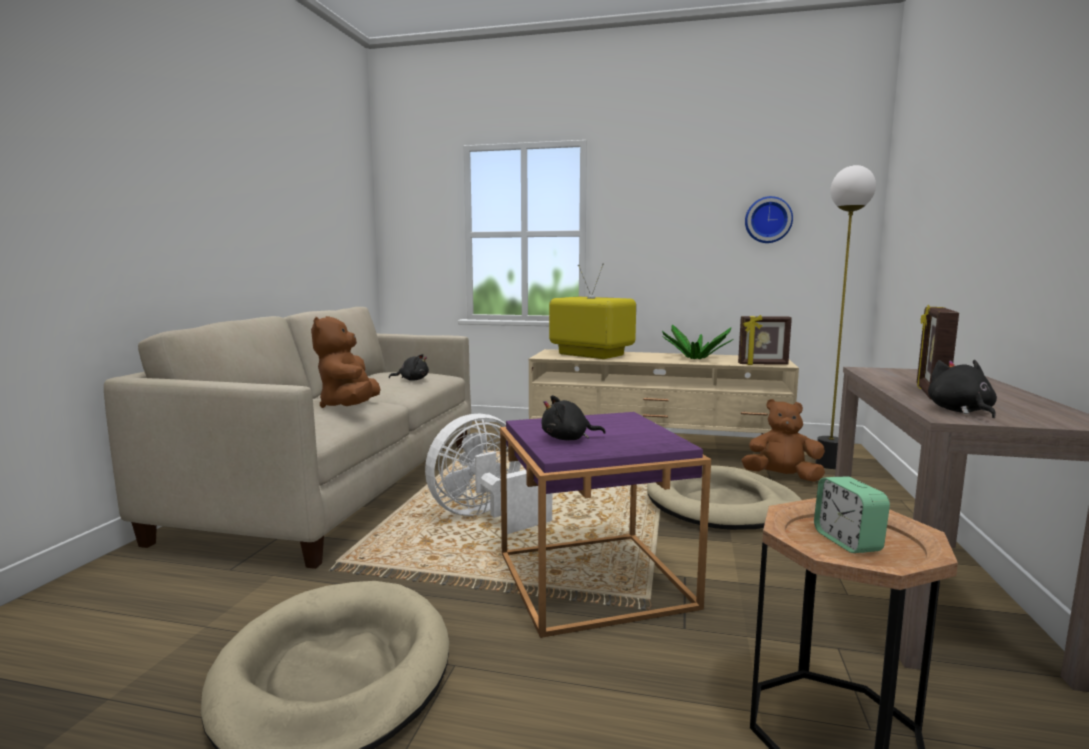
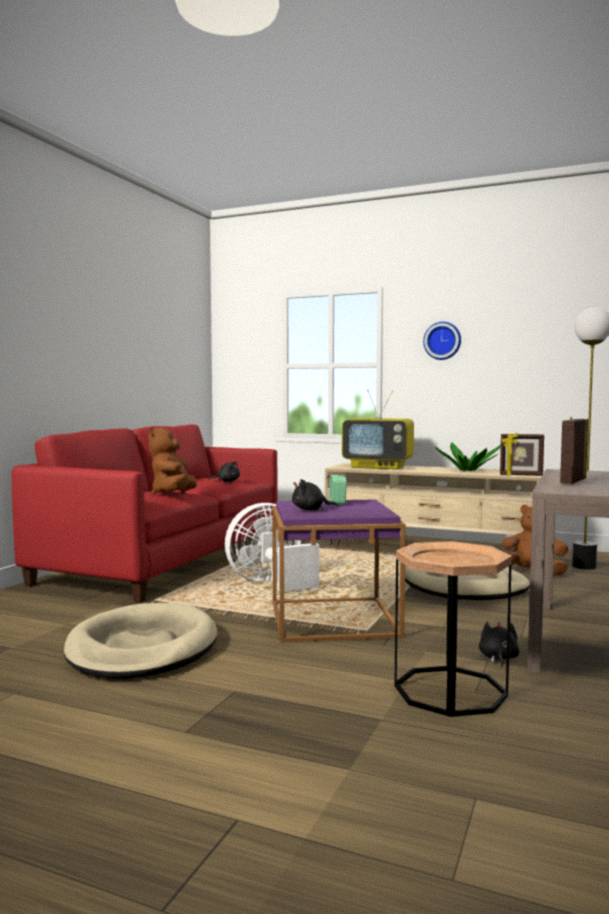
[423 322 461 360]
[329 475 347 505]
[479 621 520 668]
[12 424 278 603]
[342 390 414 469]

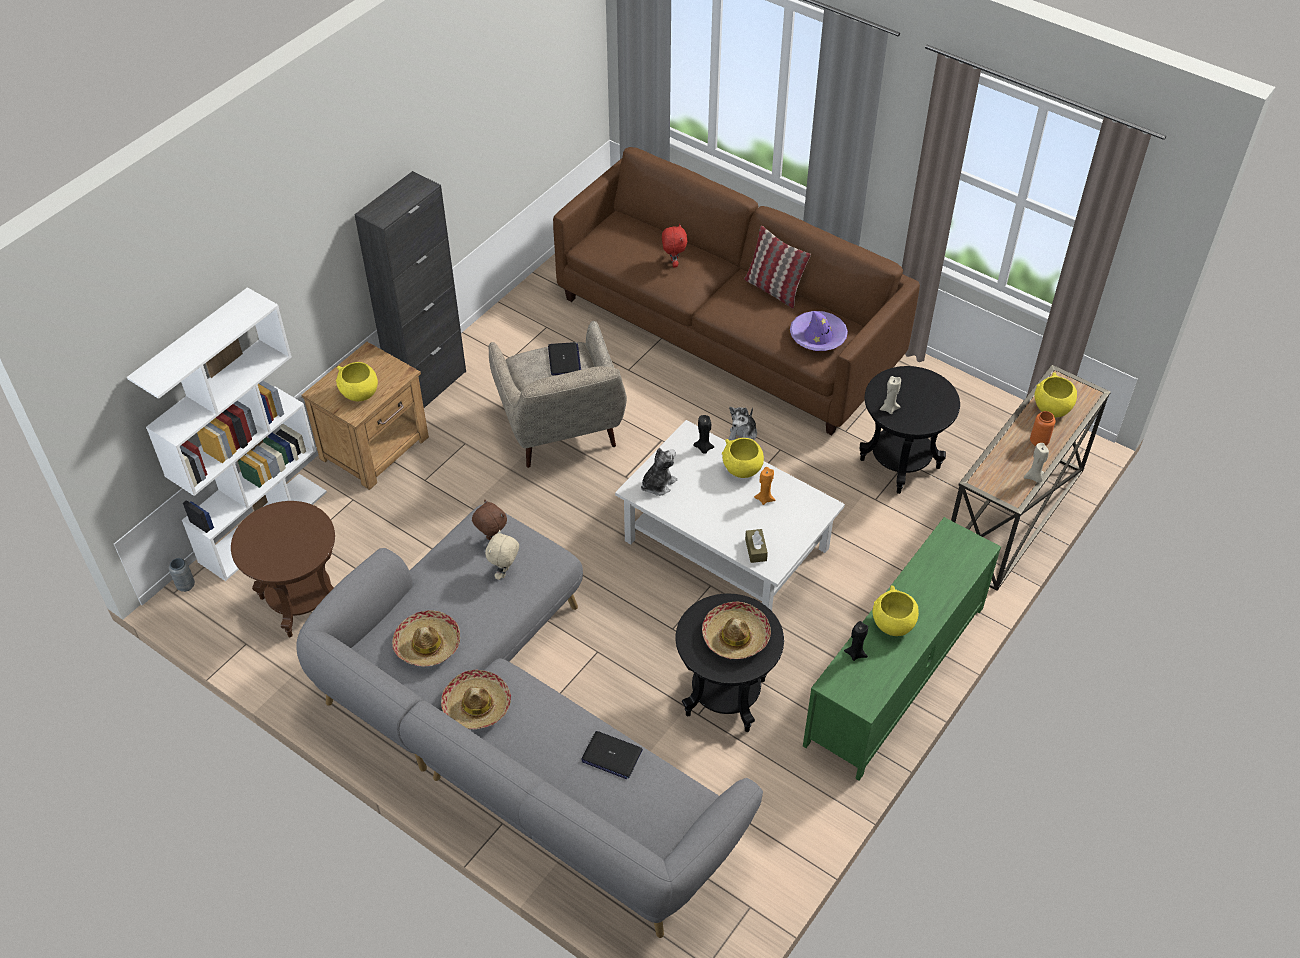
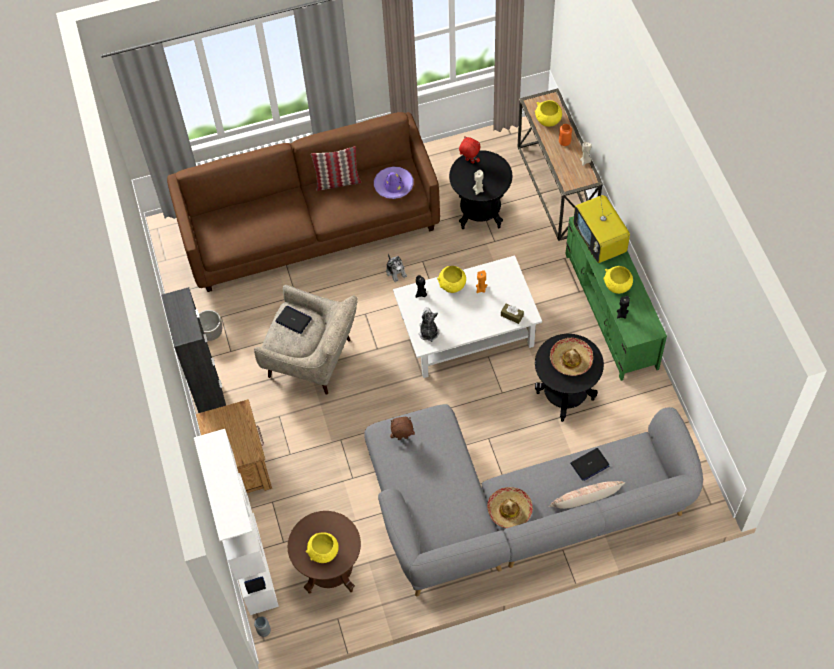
[392 610 460 667] (first image)
[485 530 519 580] (first image)
[199 310 222 341]
[549 481 625 509]
[573 195 630 263]
[306 532 339 563]
[459 136 480 163]

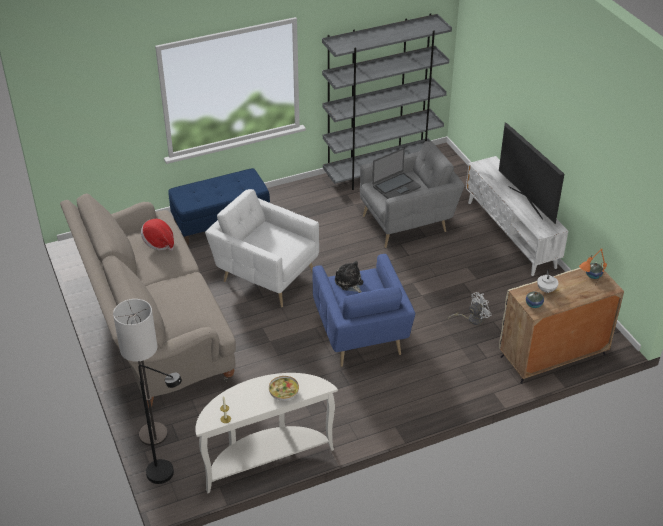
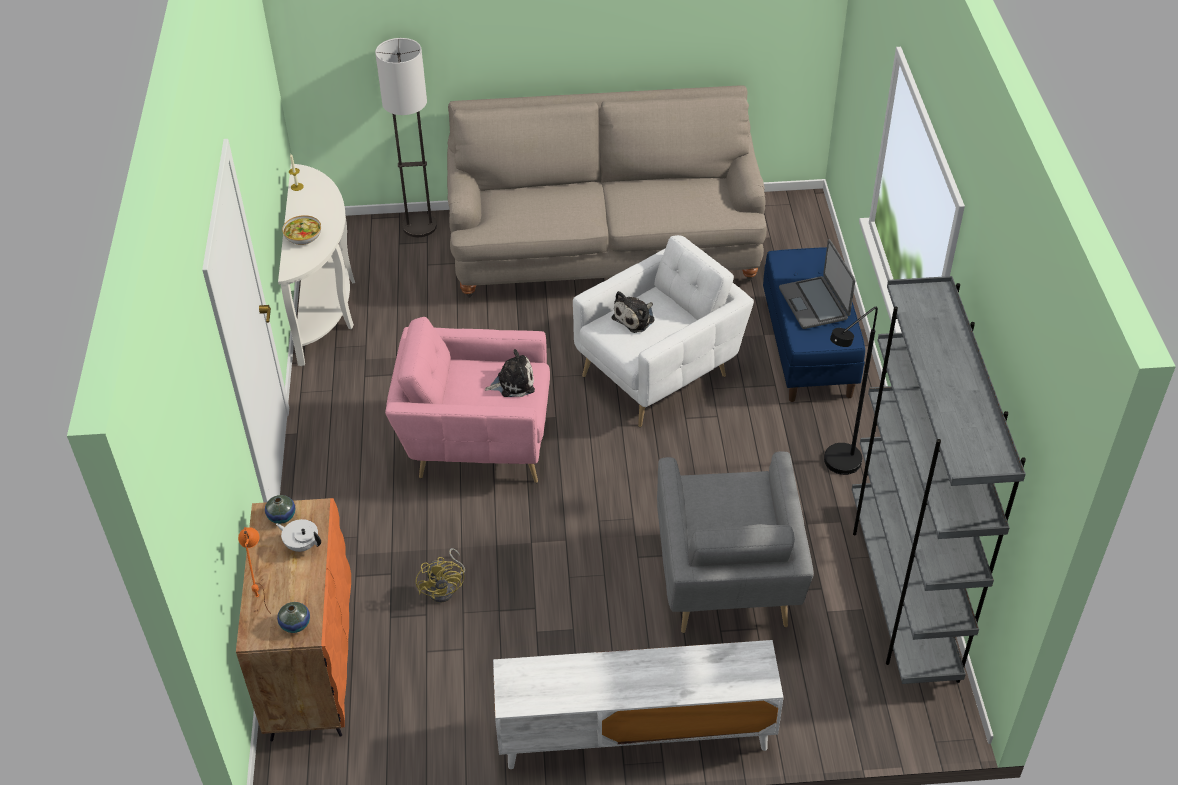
[141 219 174 251] (first image)
[499 122 564 224] (first image)
[611 291 655 333]
[824 307 878 475]
[779 239 856 329]
[385 317 550 483]
[415 548 465 603]
[236 498 351 742]

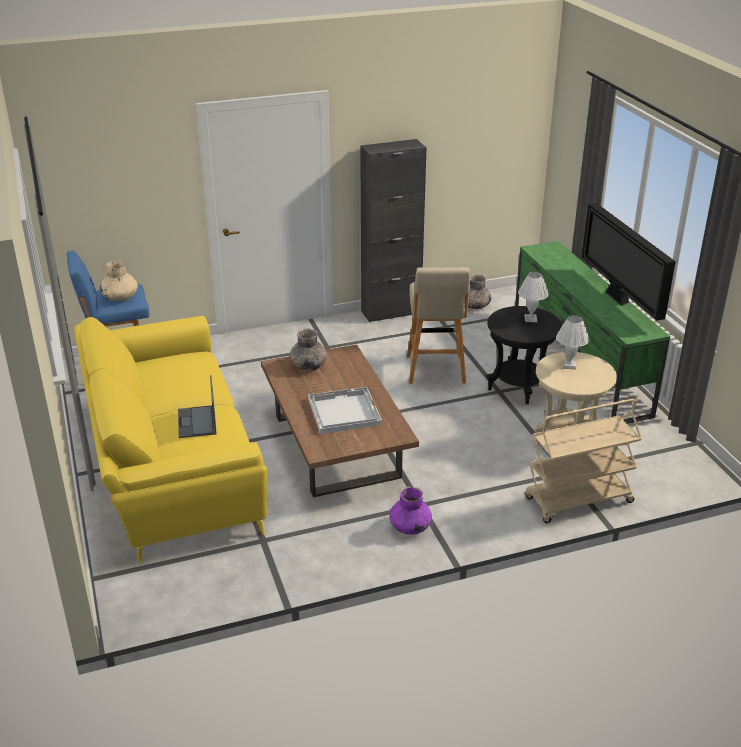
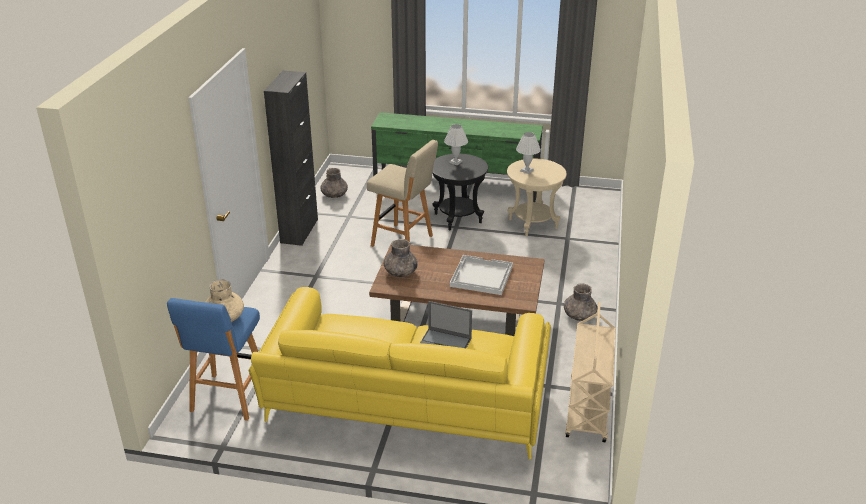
[582 203 676 321] (first image)
[565 302 616 442]
[564 283 597 321]

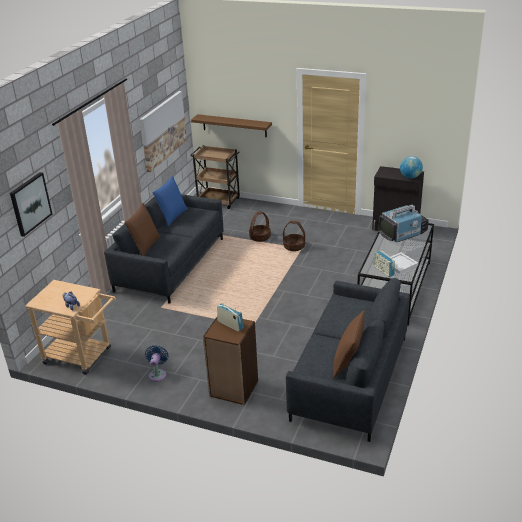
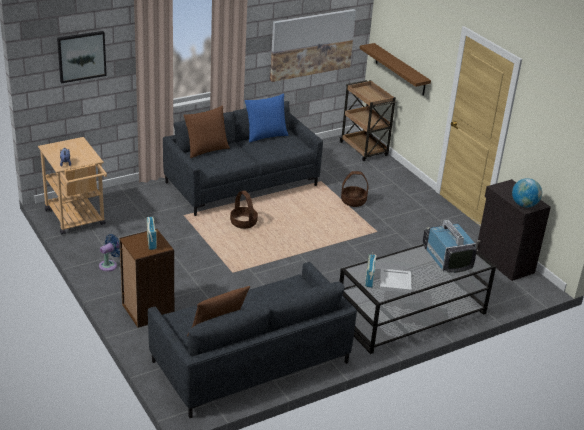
[230 190 258 229]
[422 220 477 273]

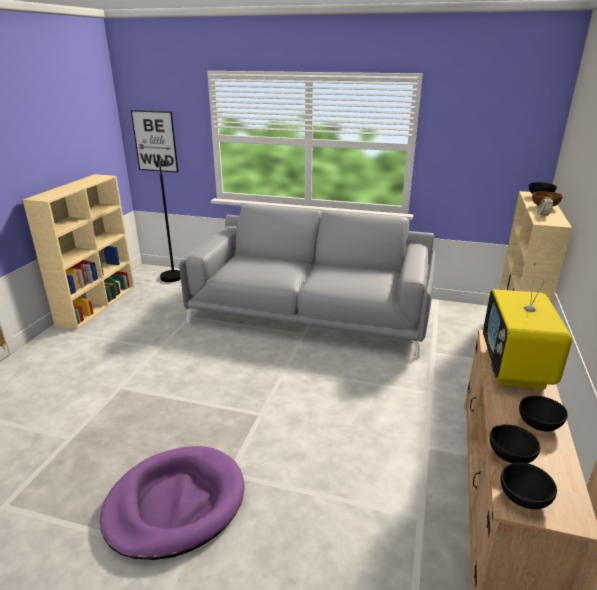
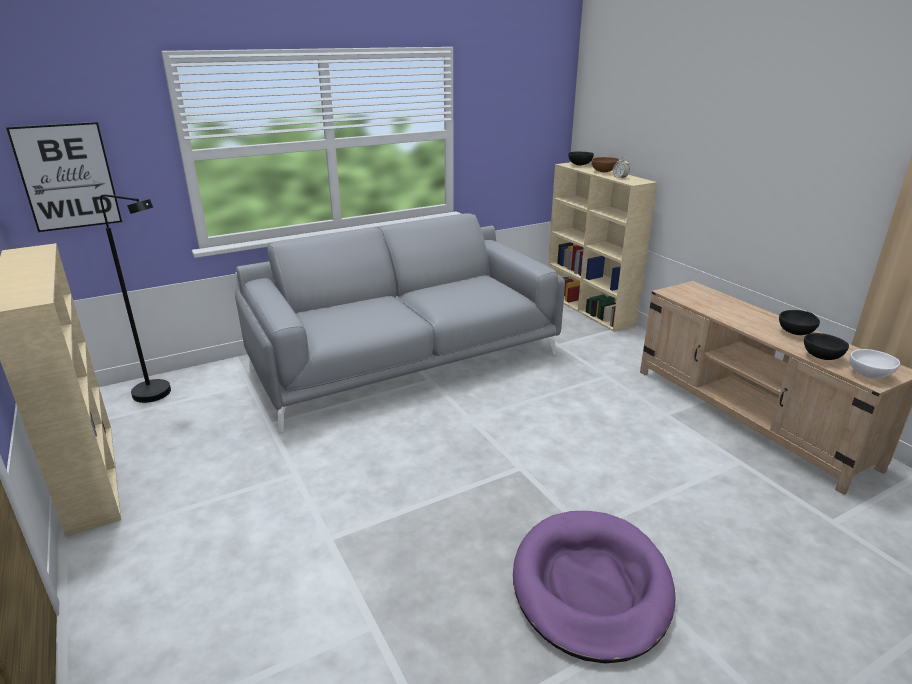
[483 263 572 389] (first image)
[850 349 900 379]

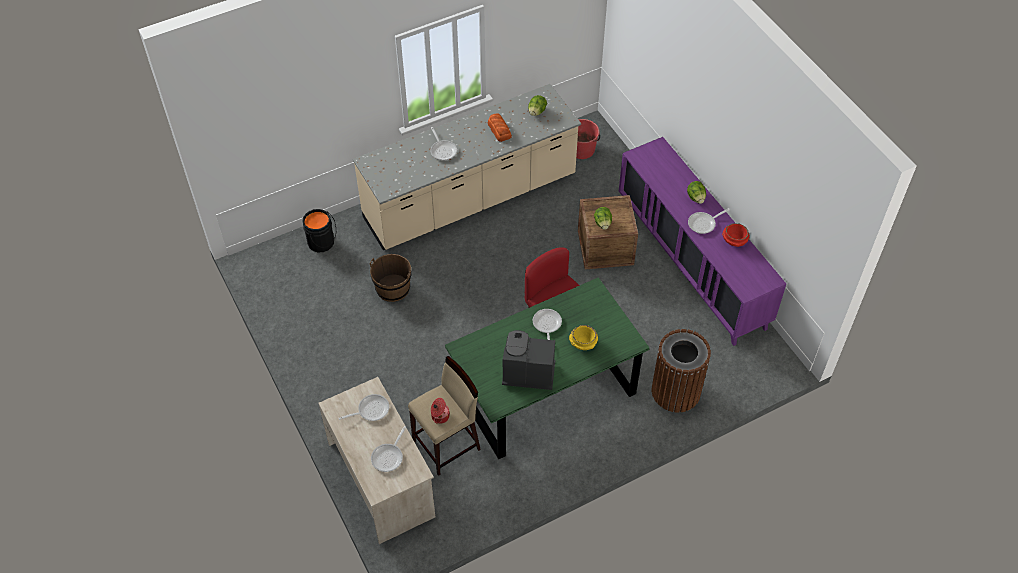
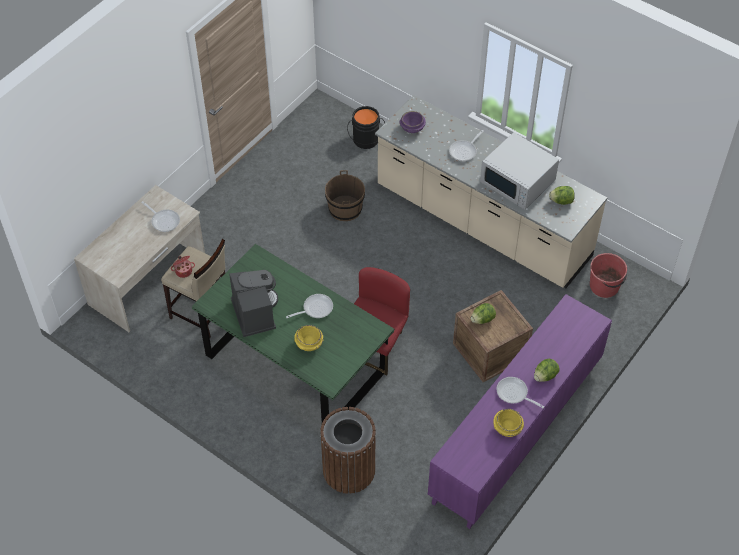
[371 426 406 472] (first image)
[400 111 426 133]
[480 132 559 210]
[493 409 524 437]

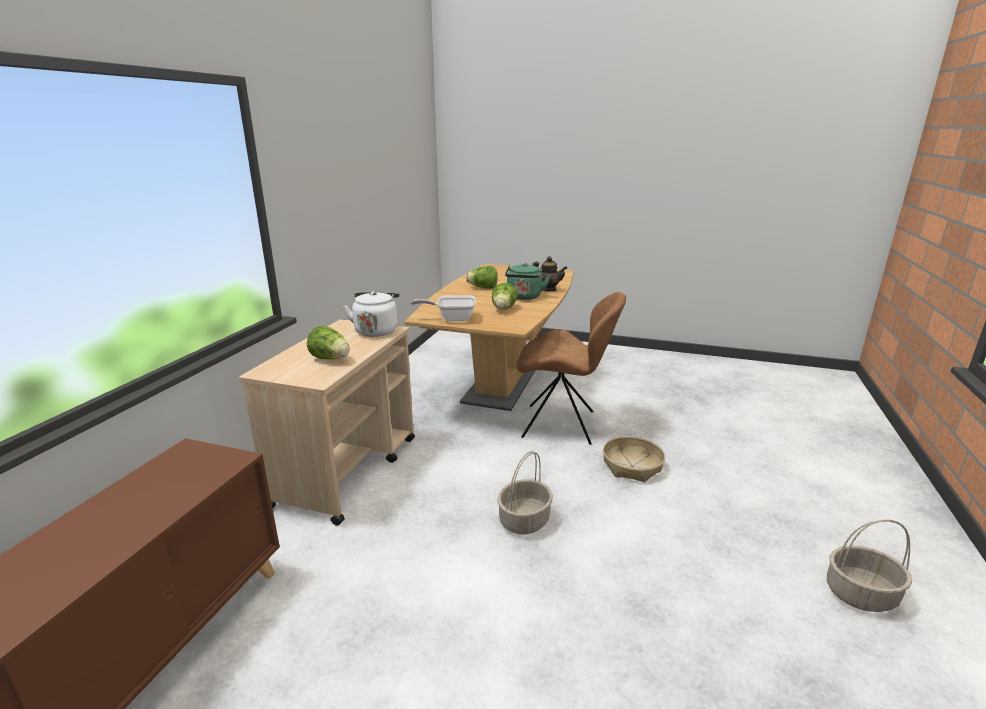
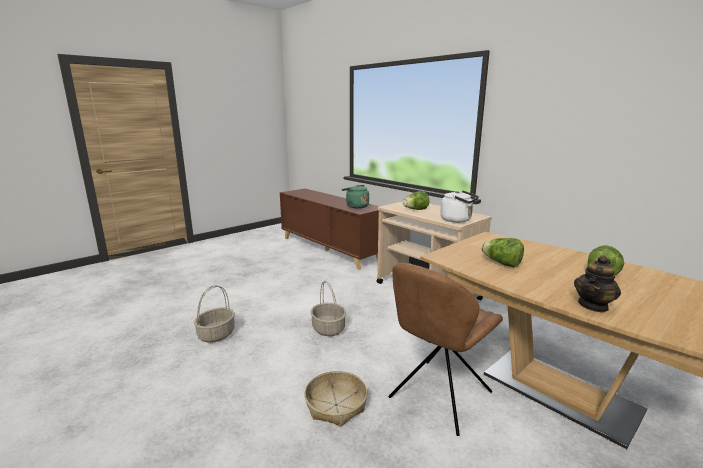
[410 295 475 322] (first image)
[342 185 369 209]
[194 285 235 343]

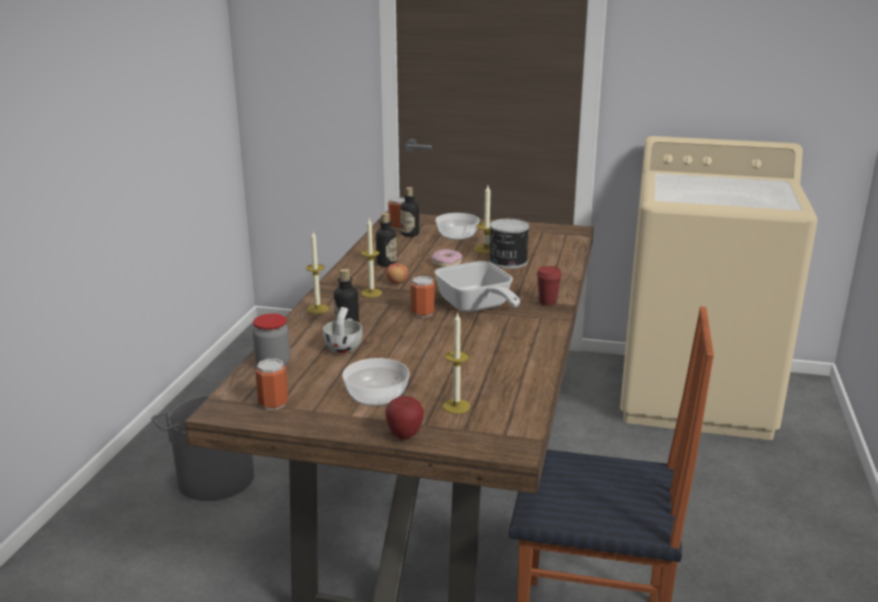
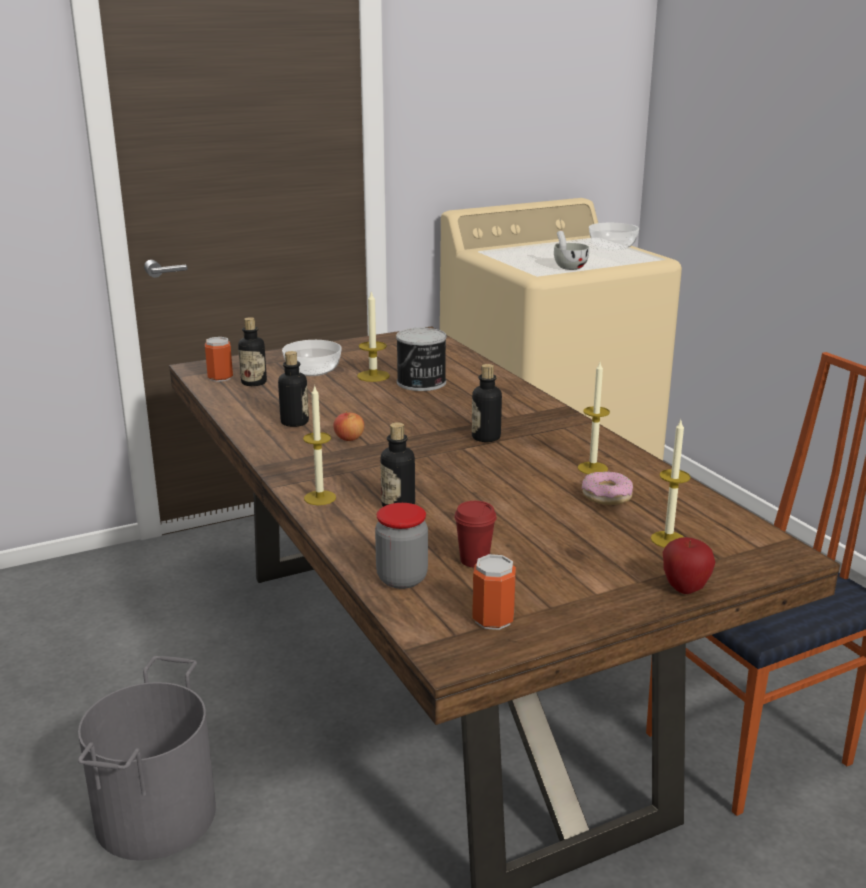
[411 276 435 317] (first image)
[554 231 589 270]
[589 223 639 250]
[578 362 610 474]
[582 472 633 505]
[454 501 497 568]
[472 364 502 442]

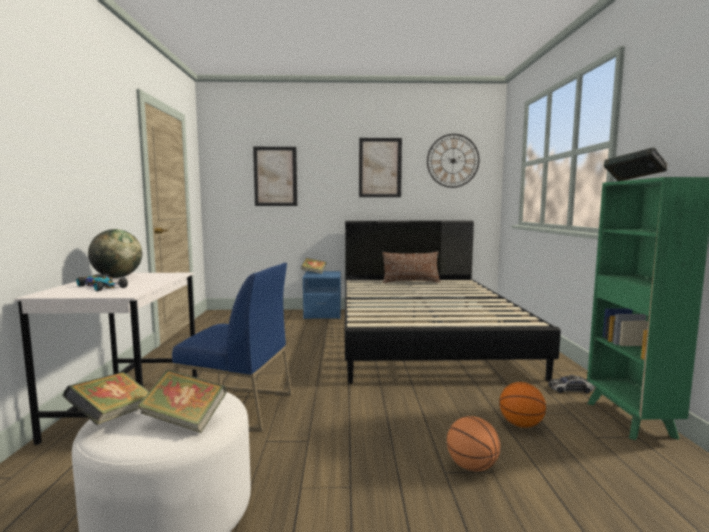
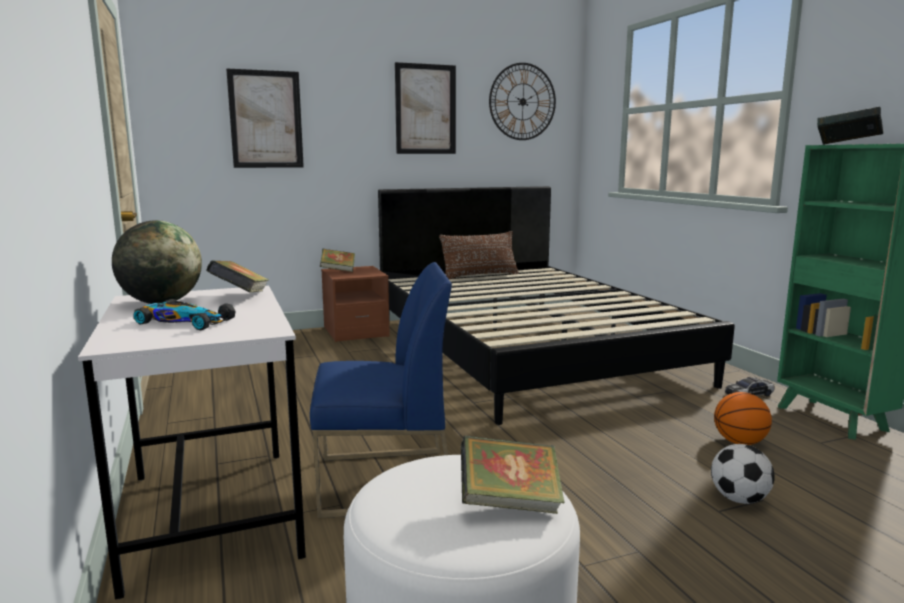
[206 260 269 293]
[711 444 775 504]
[321 266 390 342]

